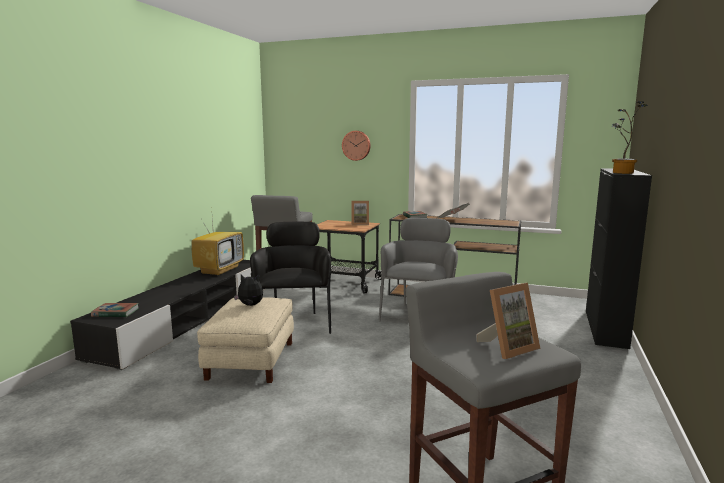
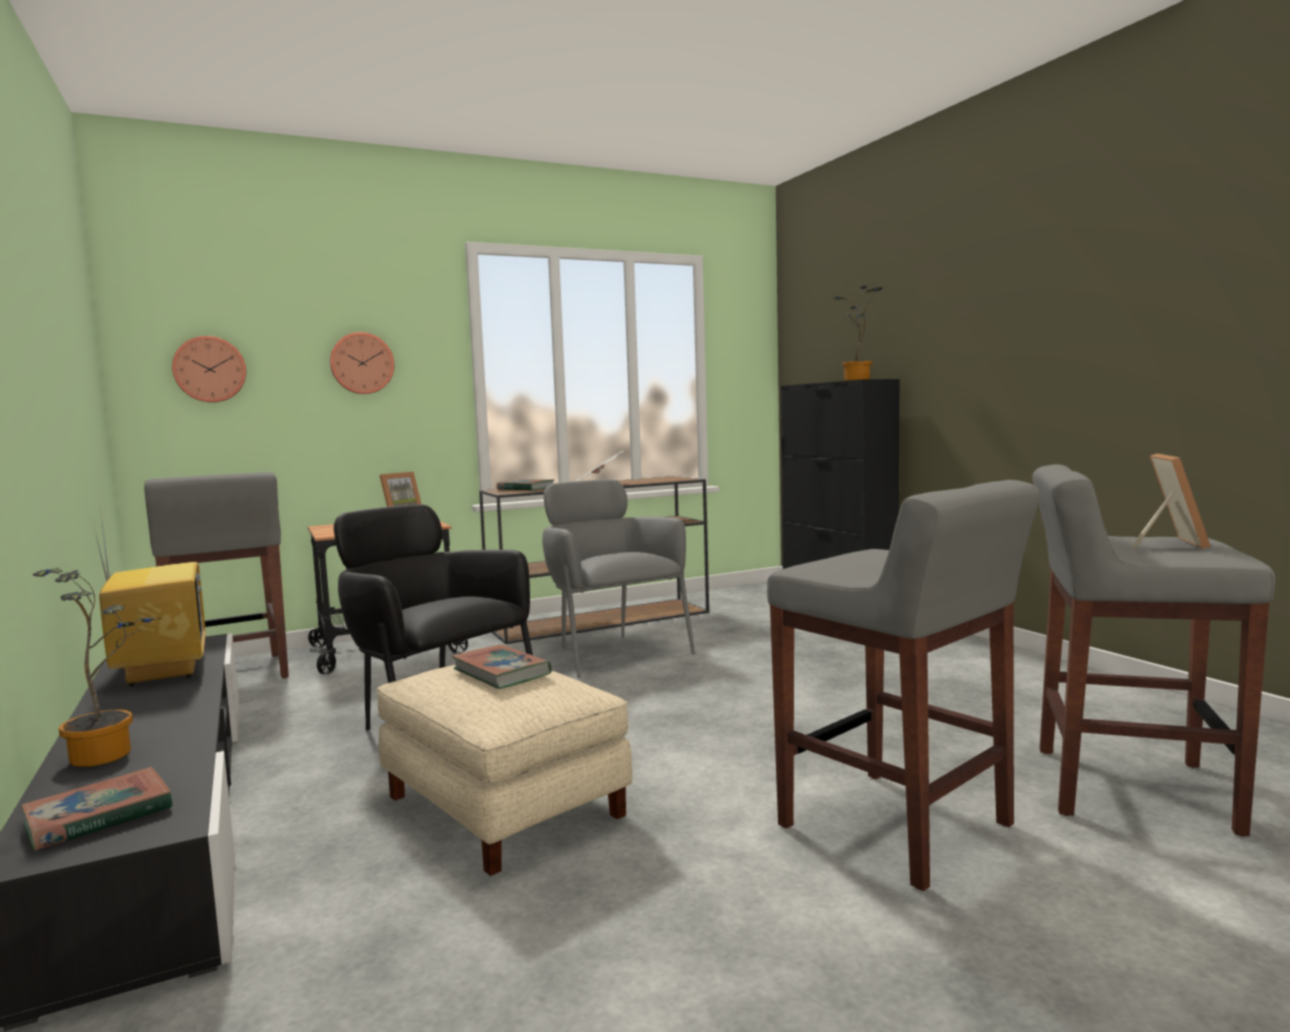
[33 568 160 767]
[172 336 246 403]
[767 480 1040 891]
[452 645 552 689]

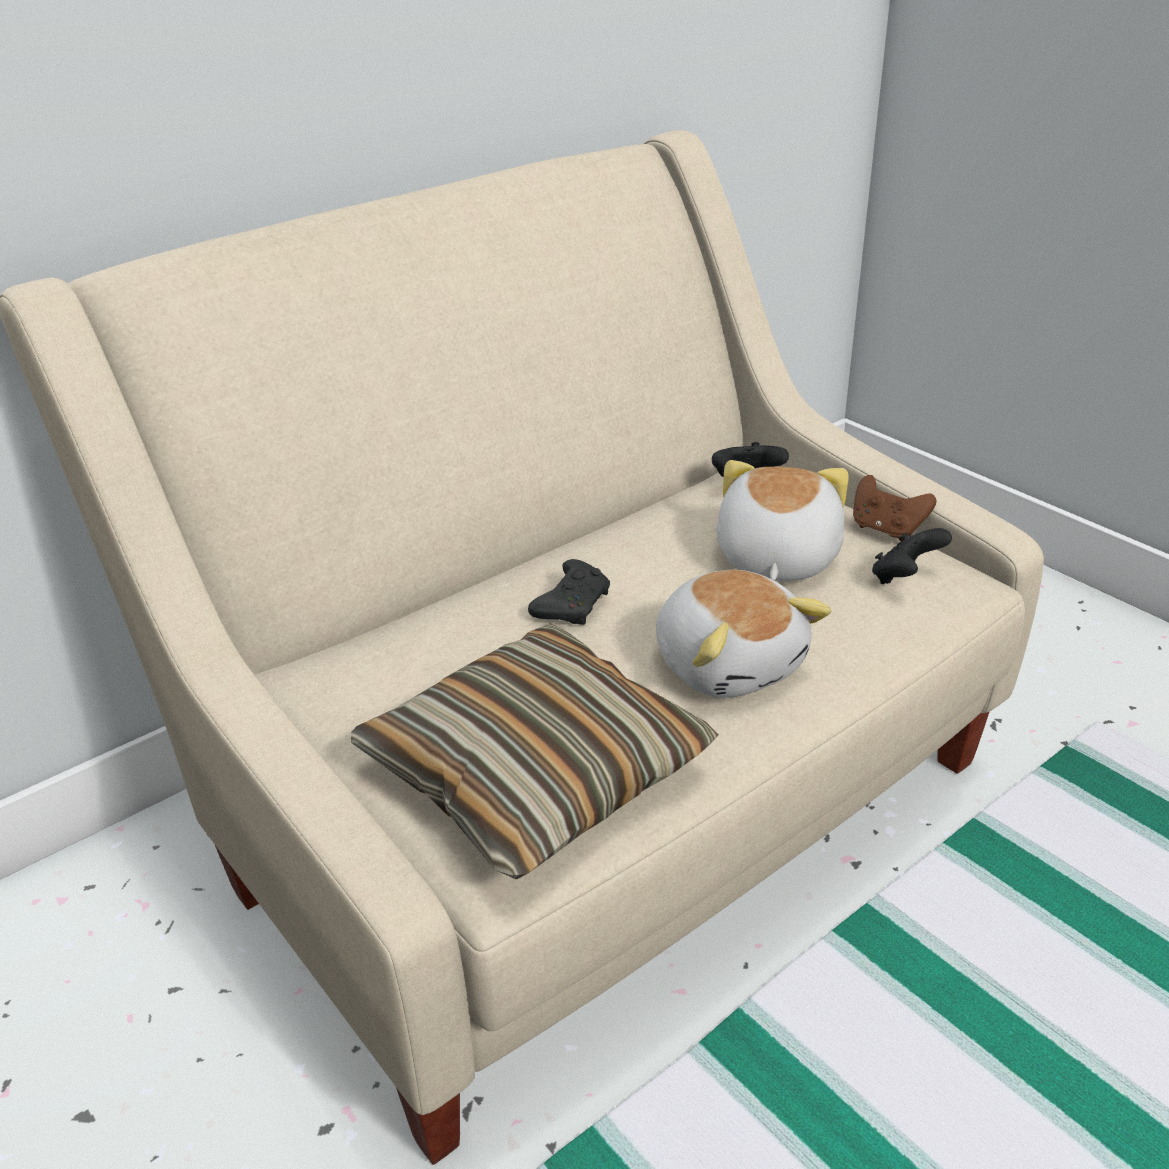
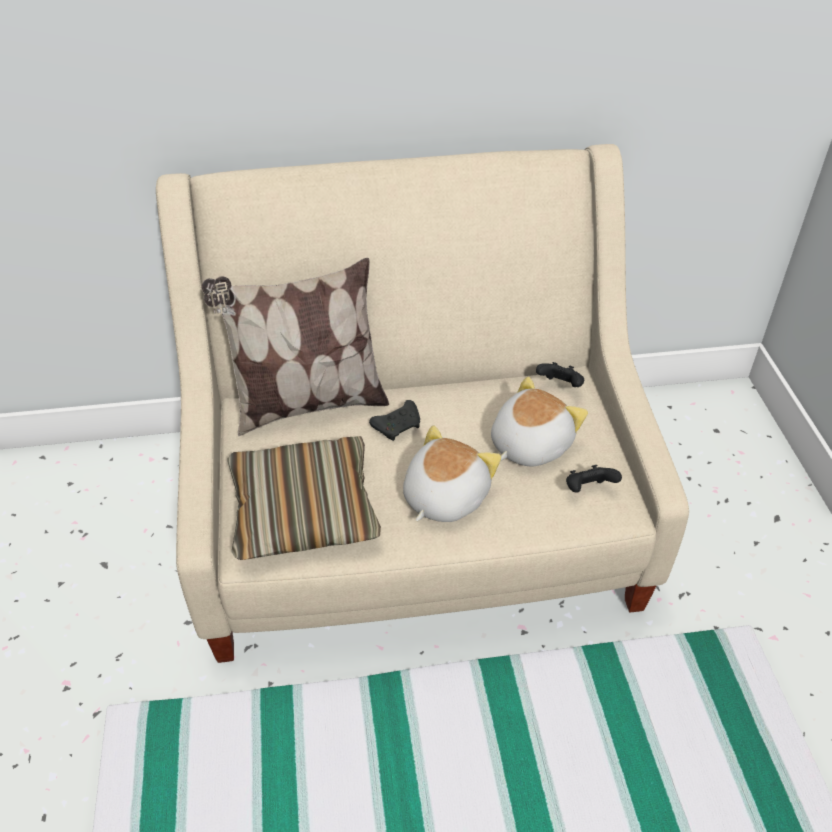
[853 475 936 541] (first image)
[202 258 389 436]
[403 426 501 522]

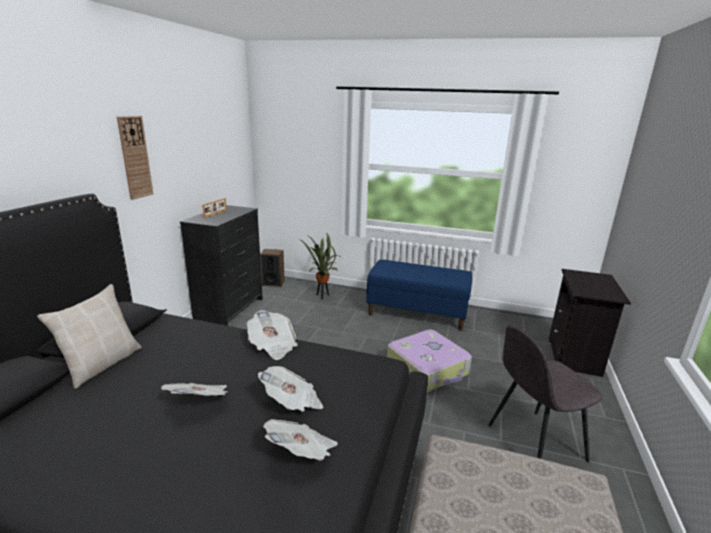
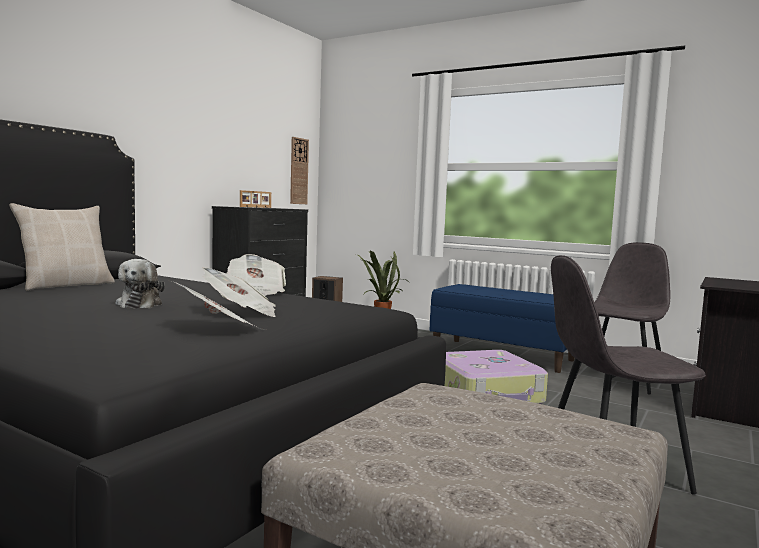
[575 242 671 394]
[290 137 309 204]
[116 259 165 309]

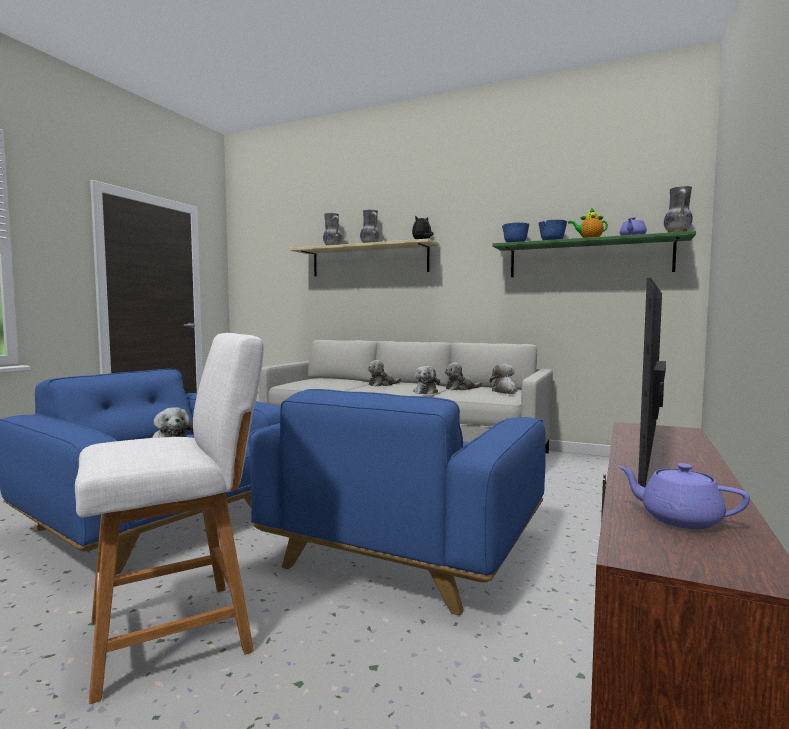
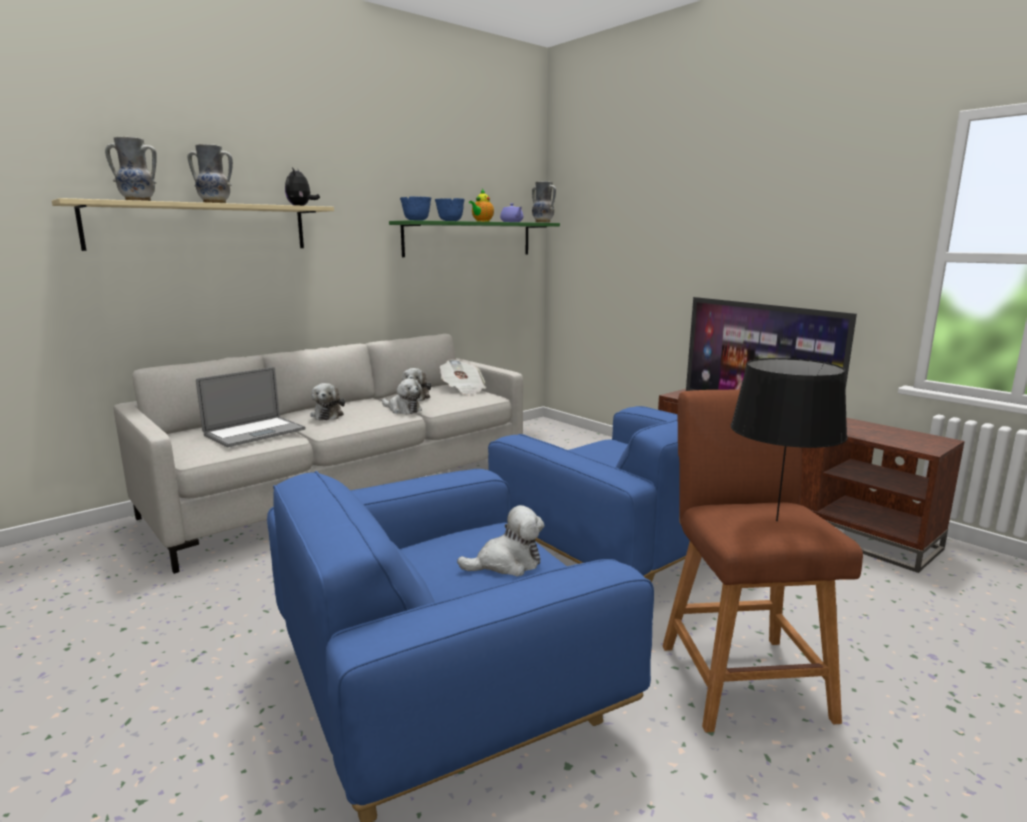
[617 463 750 529] (first image)
[196 367 306 447]
[731 358 848 521]
[440 359 486 395]
[663 389 863 732]

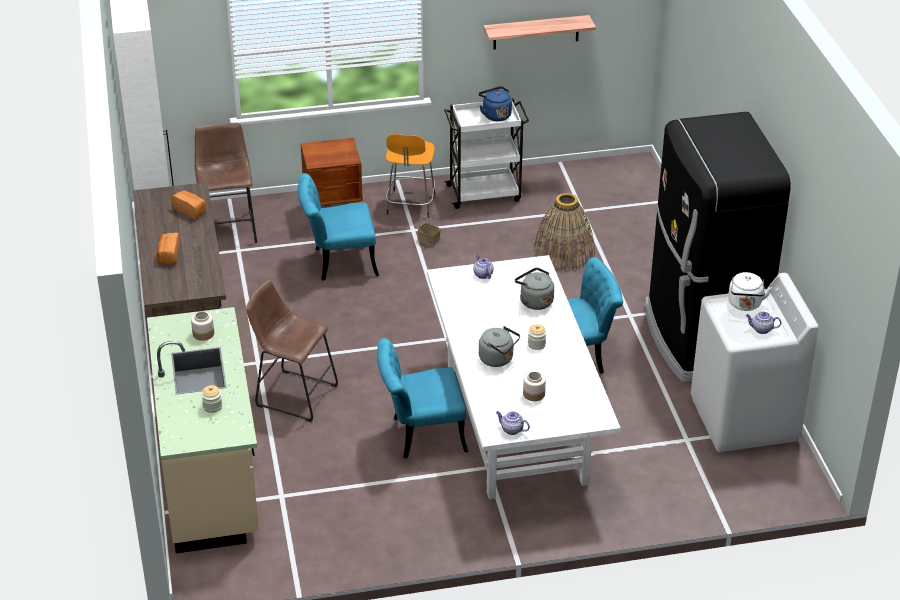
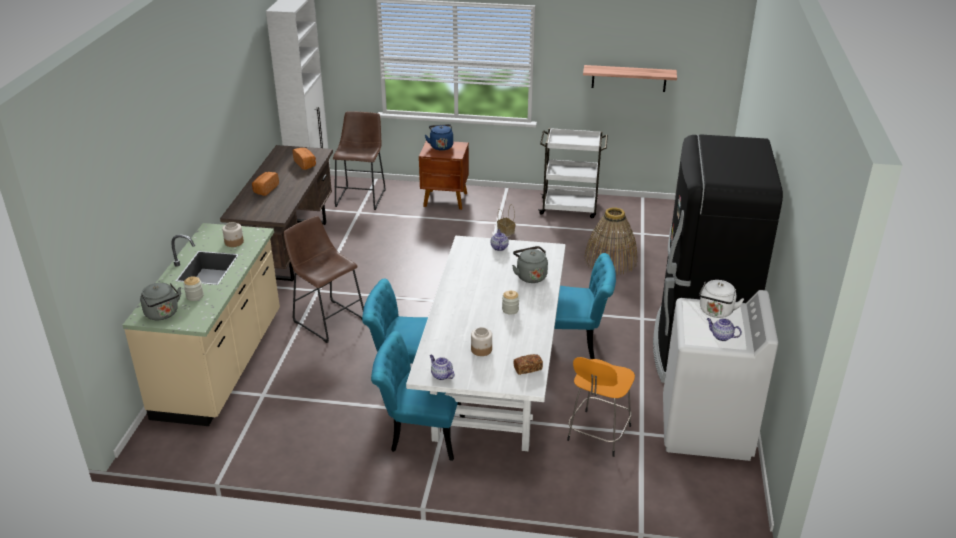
[514 354 543 375]
[371 331 465 461]
[567 357 635 457]
[425 124 453 151]
[140 283 181 320]

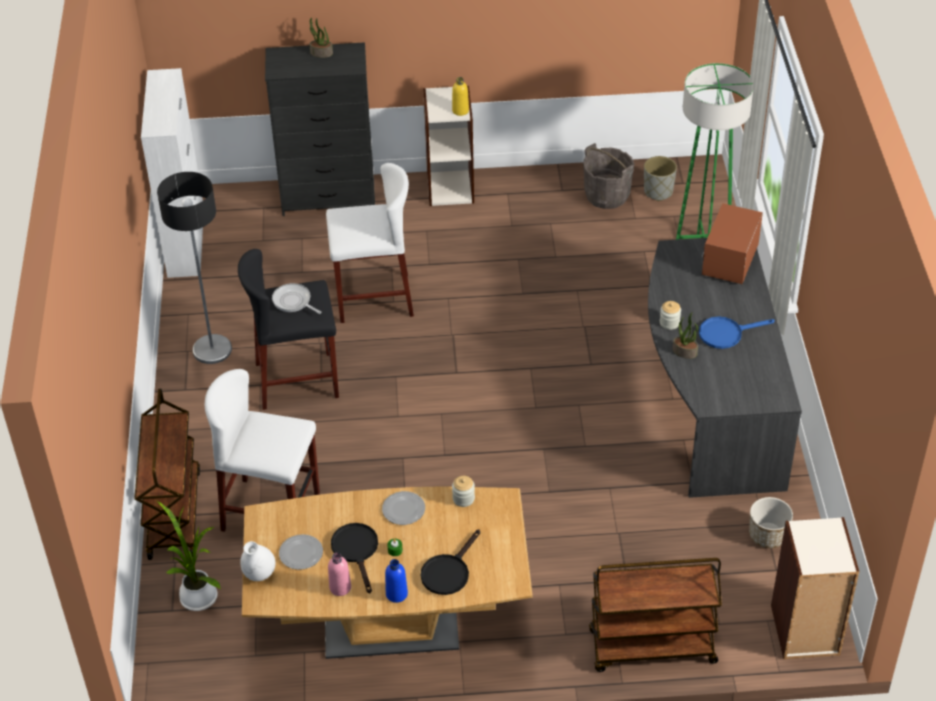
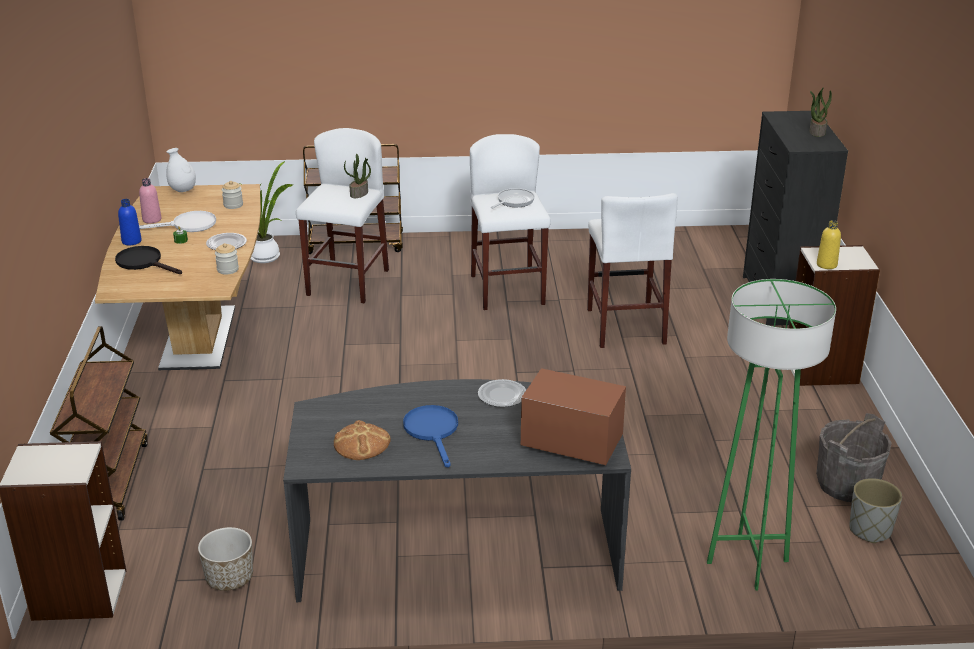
[141 68 203 278] (first image)
[157 172 232 364] (first image)
[334 420 391 460]
[478 379 526 407]
[222 181 243 209]
[344 154 371 198]
[470 134 551 310]
[139 211 216 232]

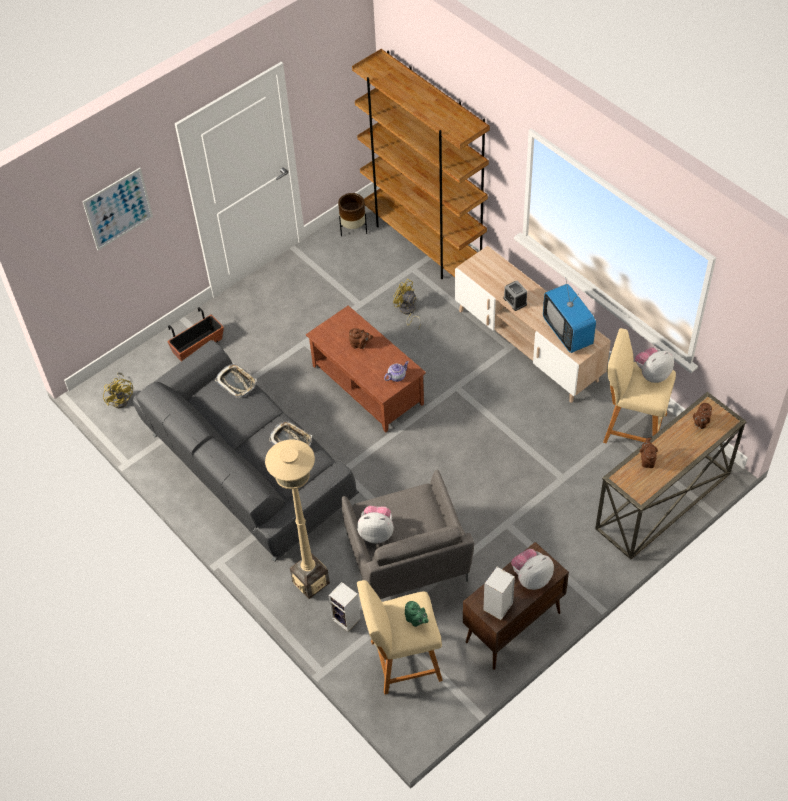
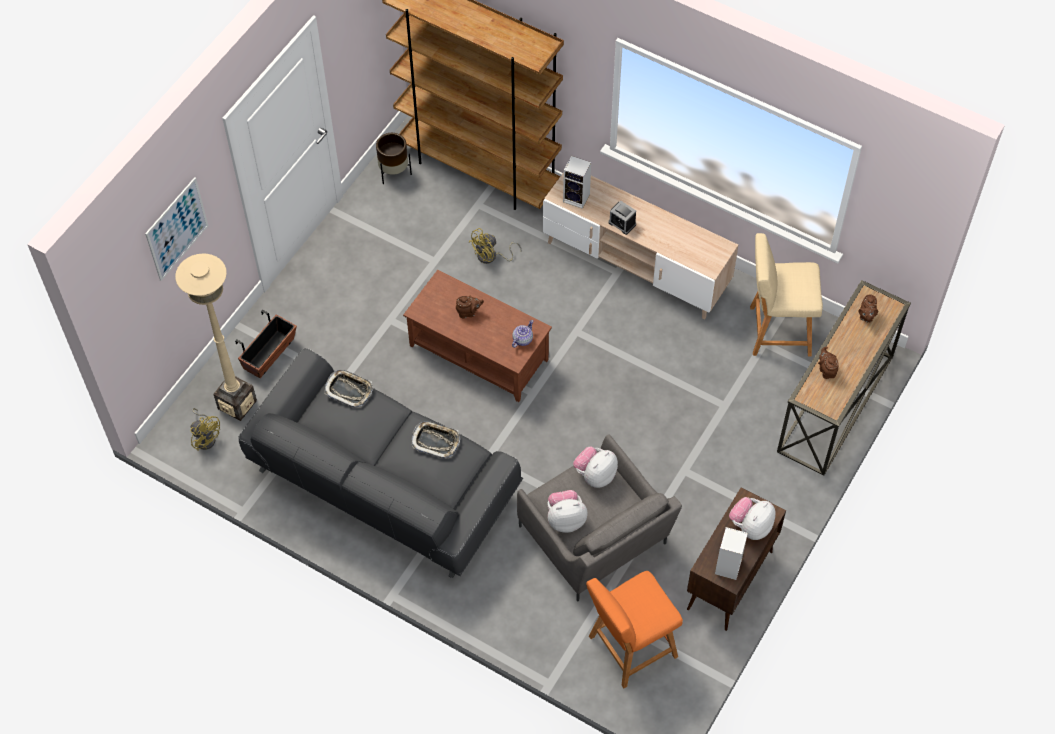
[405 601 429 627] (first image)
[543 277 596 353] (first image)
[175 254 257 421]
[563 156 591 209]
[573 446 618 488]
[586 571 683 688]
[469 228 522 264]

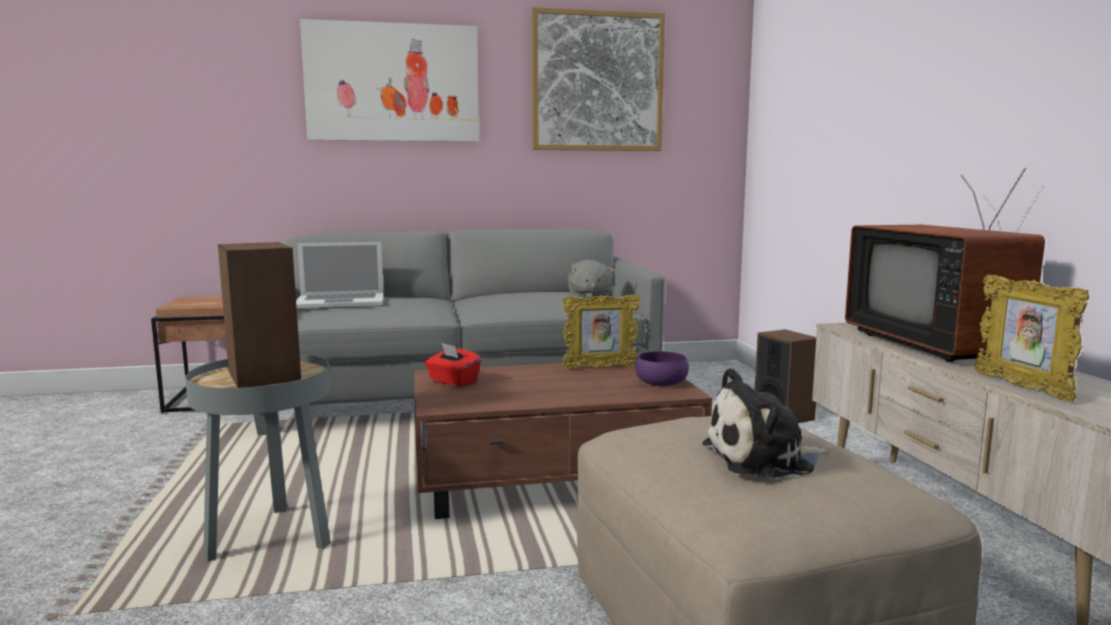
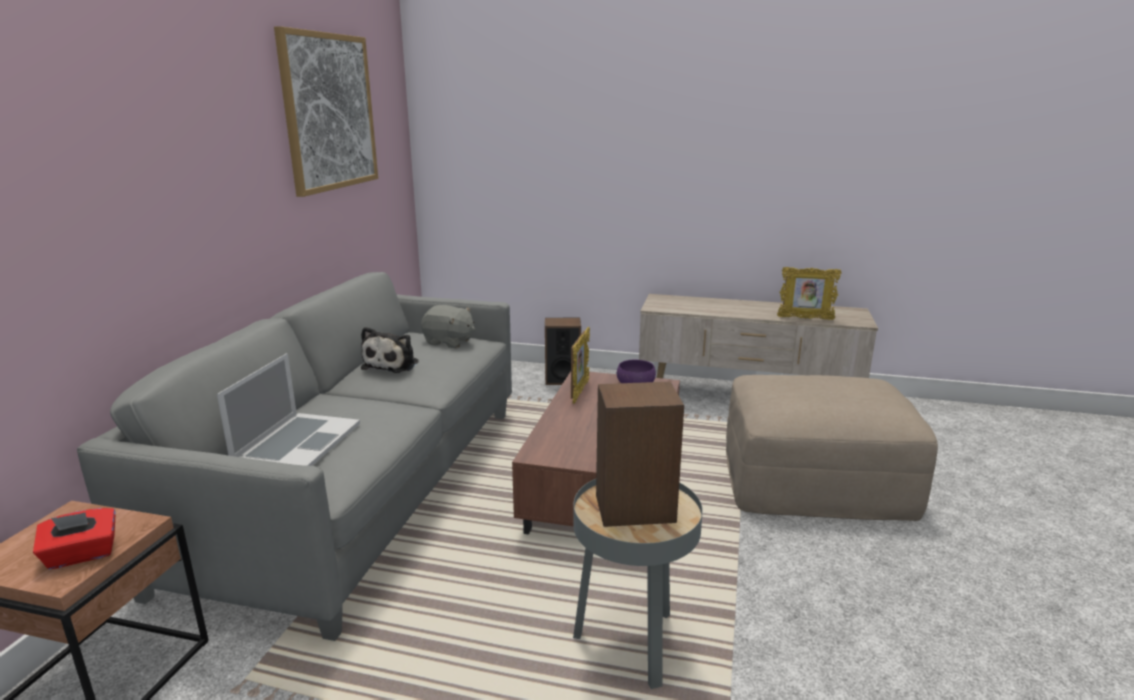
[300 19 479 142] (first image)
[845 168 1045 362] (first image)
[33 508 116 569]
[361 327 419 373]

